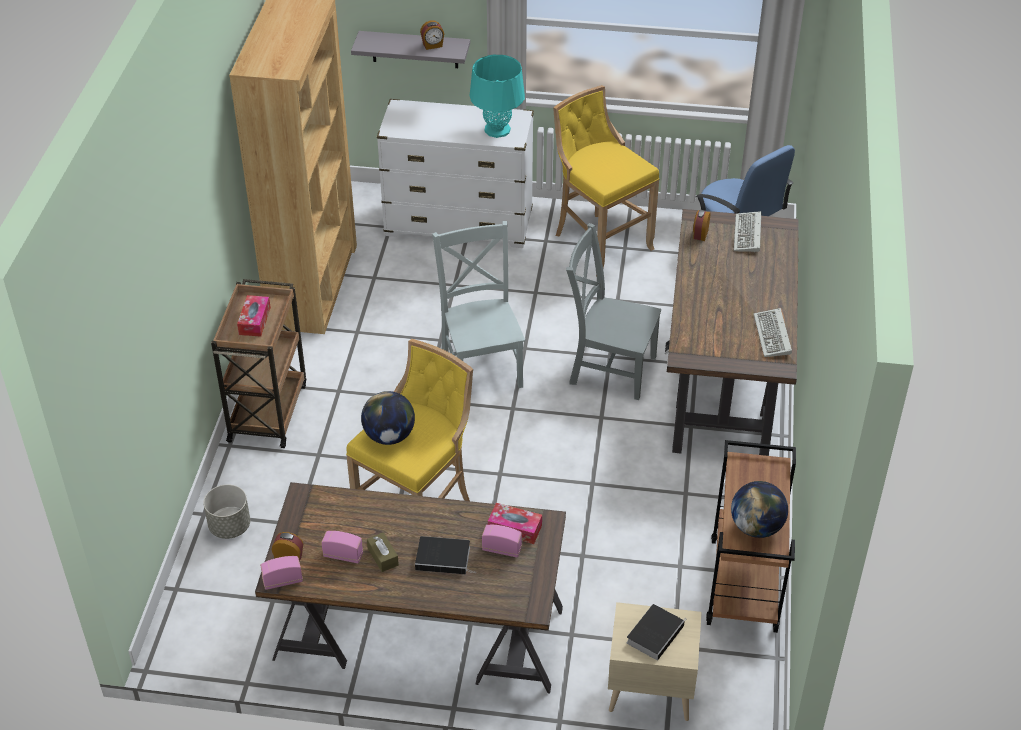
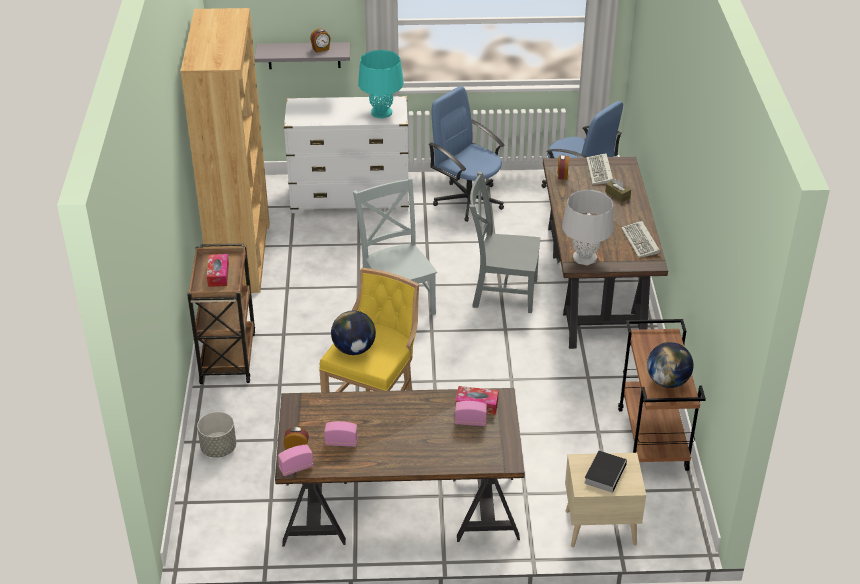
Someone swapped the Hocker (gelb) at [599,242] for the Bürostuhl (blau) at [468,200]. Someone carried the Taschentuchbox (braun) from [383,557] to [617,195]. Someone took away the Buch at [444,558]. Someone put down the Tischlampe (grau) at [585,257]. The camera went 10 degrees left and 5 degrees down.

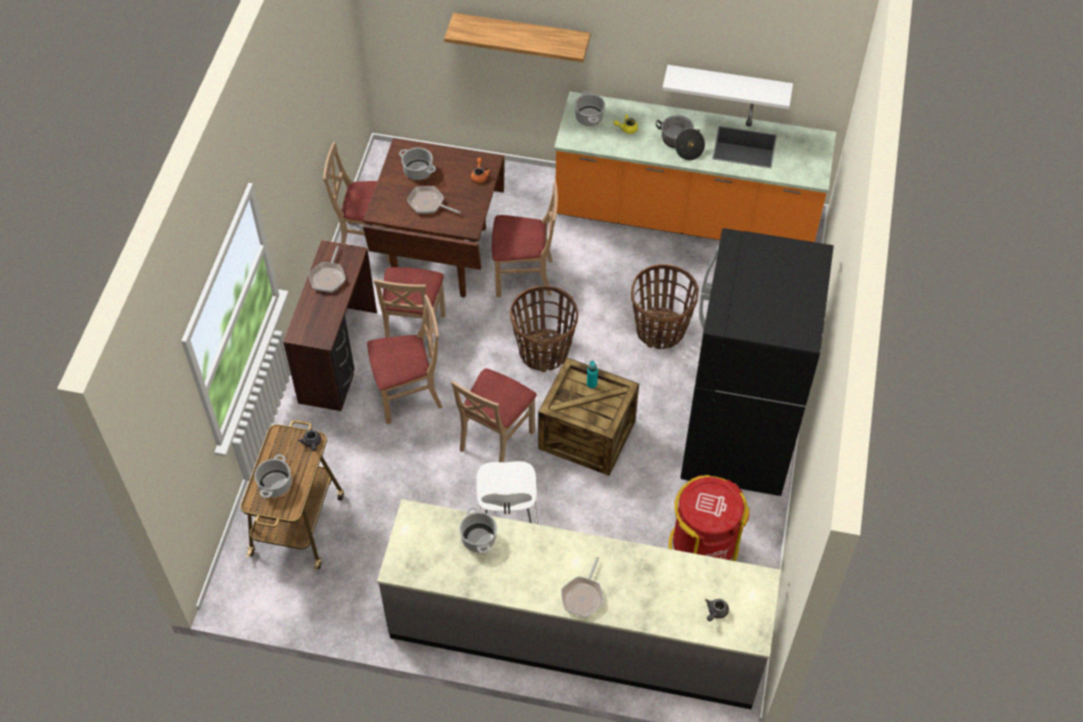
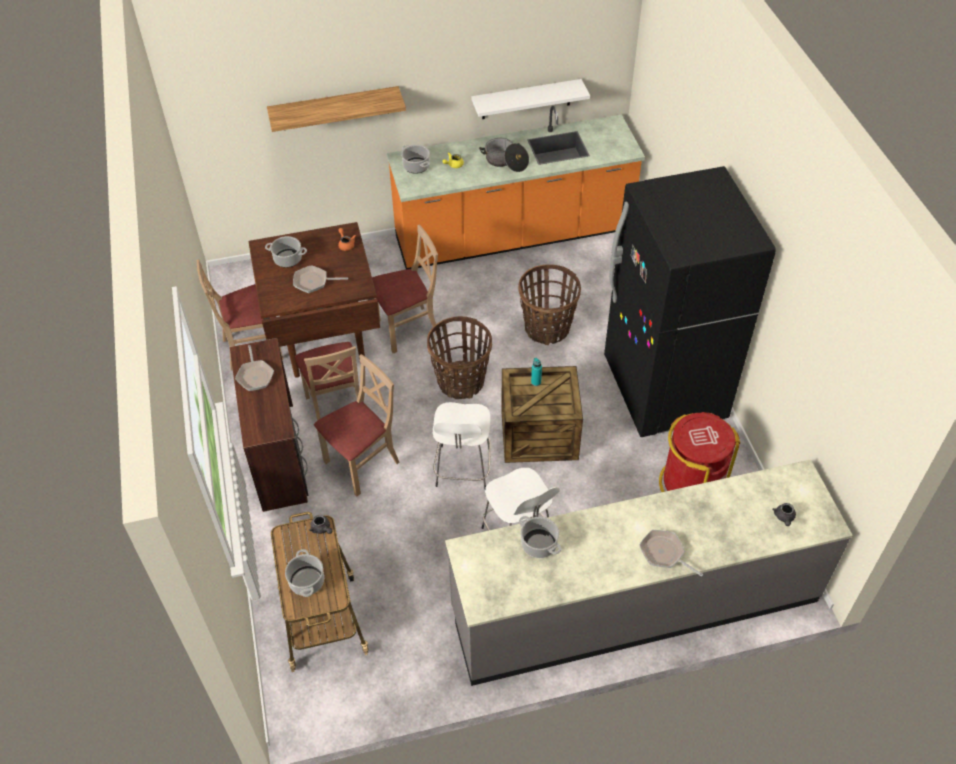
Someone swapped the Stuhl (beige) at [495,439] for the Hocker (weiß) at [462,469]. Someone rotated the Pfanne at [583,596] by 135 degrees clockwise. The camera went 25 degrees left and 5 degrees down.

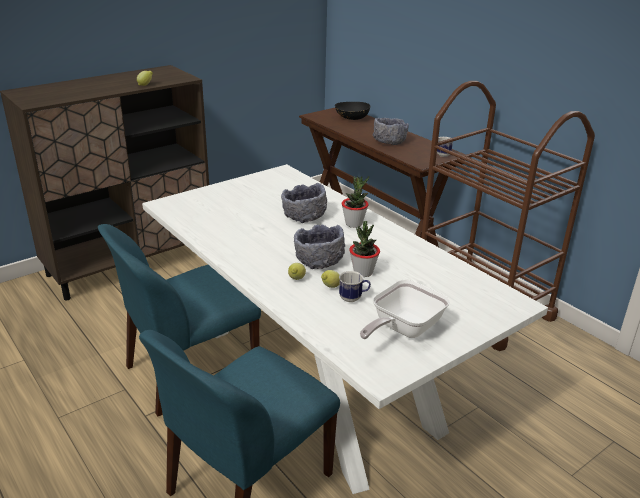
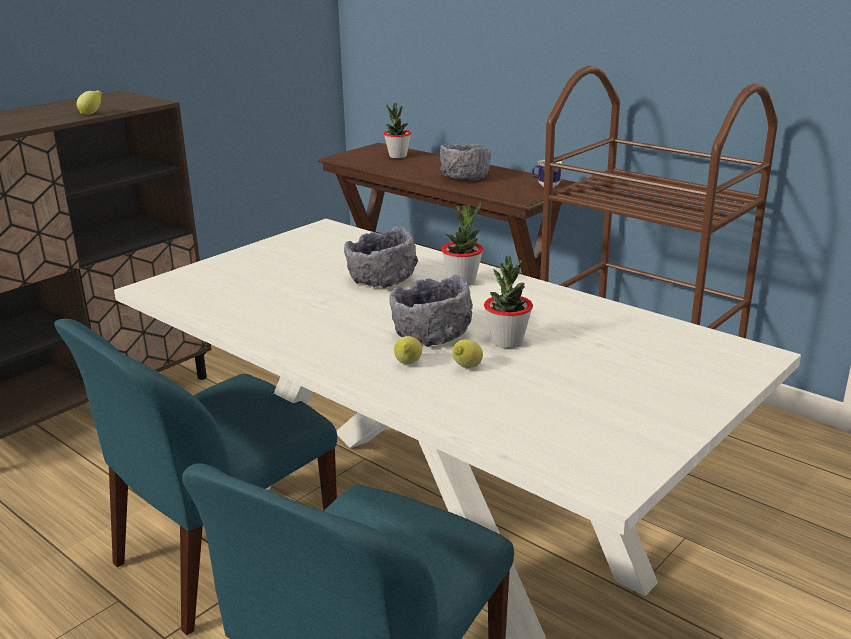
Someone swapped the Schüssel (schwarz) at [351,119] for the Topfpflanze at [398,156]. Someone took away the Henkelbecher at [353,298]. Someone took away the Pfanne at [402,329]. The camera went 10 degrees left and 5 degrees down.

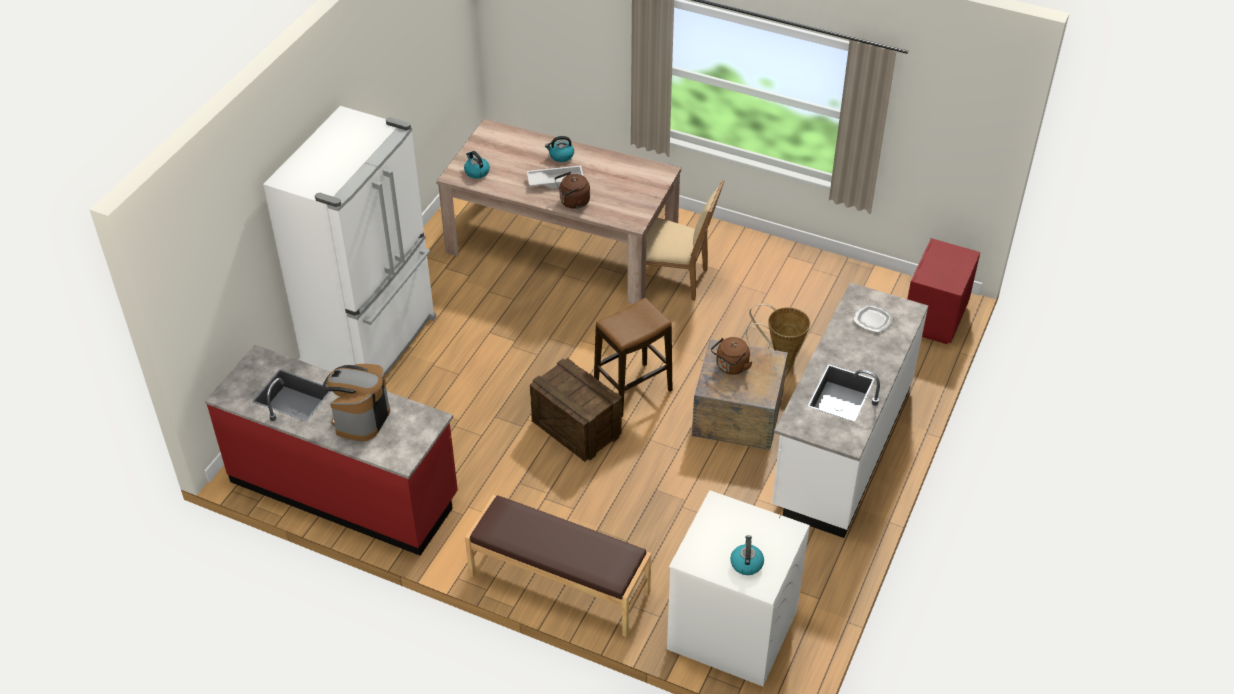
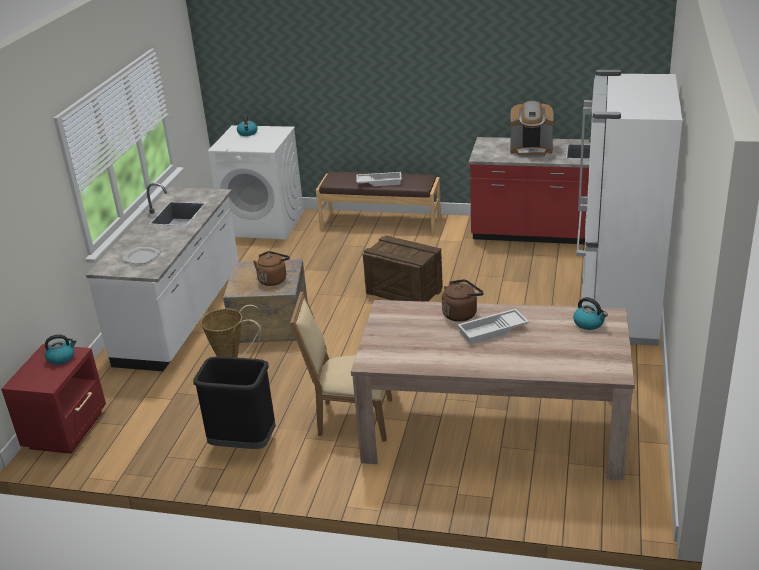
Someone carried the Wasserkessel from [561,156] to [61,358]. Someone took away the Hocker at [632,391]. Someone rotated the Kaffeemaschine at [360,419] by 90 degrees clockwise. Someone put down the Tablett (weiß) at [379,182]. Someone put down the Mülleimer (schwarz) at [243,444]. The camera went 170 degrees right and 15 degrees down.

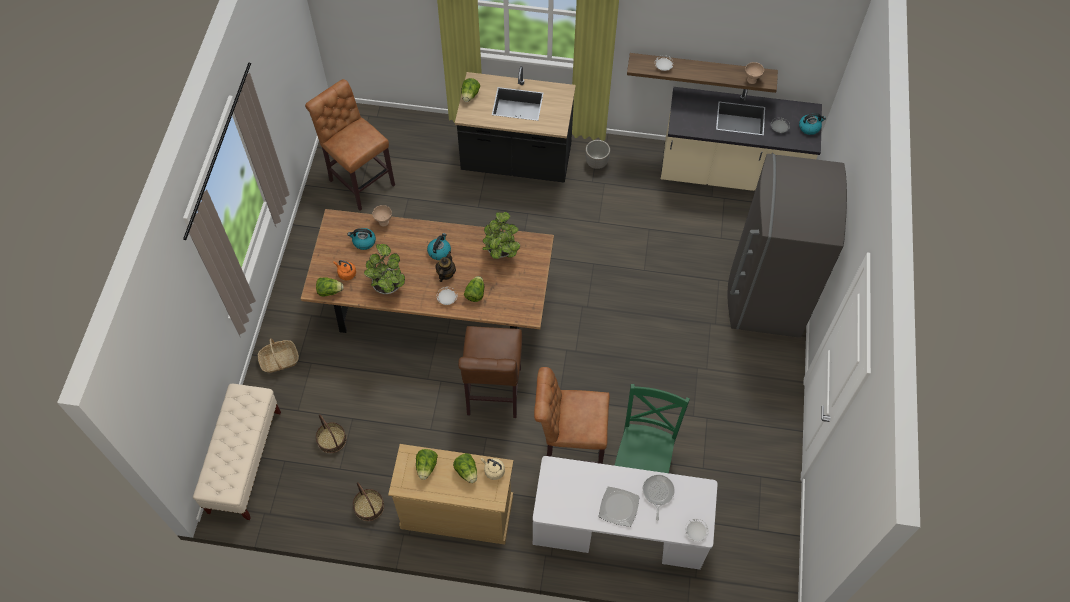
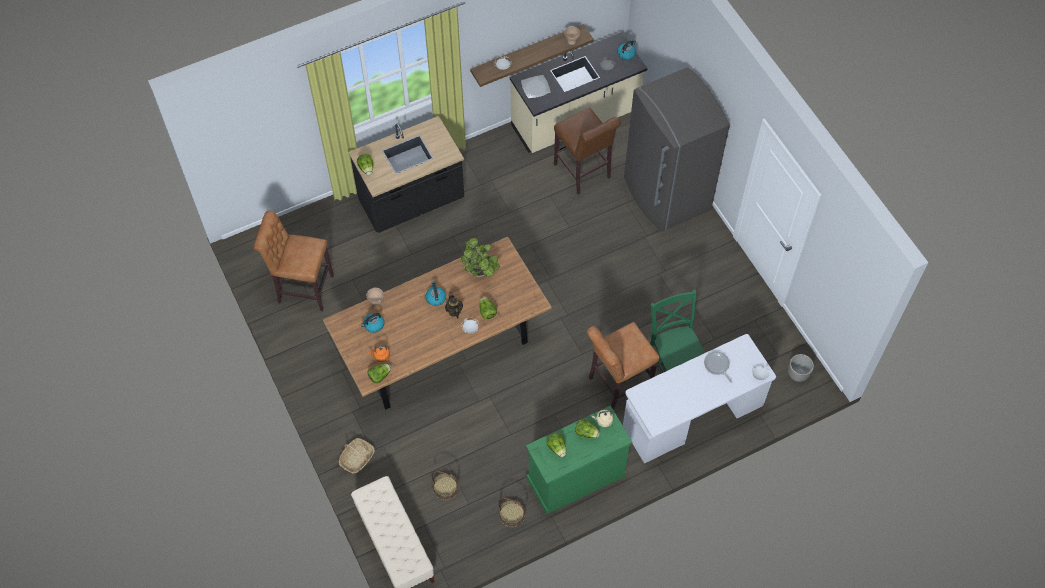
Someone carried the Pflanzkübel from [596,163] to [797,375]. Someone took away the Topfpflanze at [387,285]. Someone carried the Hocker (braun) from [493,395] to [584,173]. Someone repainted the Kommode (beige) at [457,511], which became the Kommode (grün) at [575,477]. Someone carried the Teller from [619,507] to [535,87]. The camera went 35 degrees left and 0 degrees up.

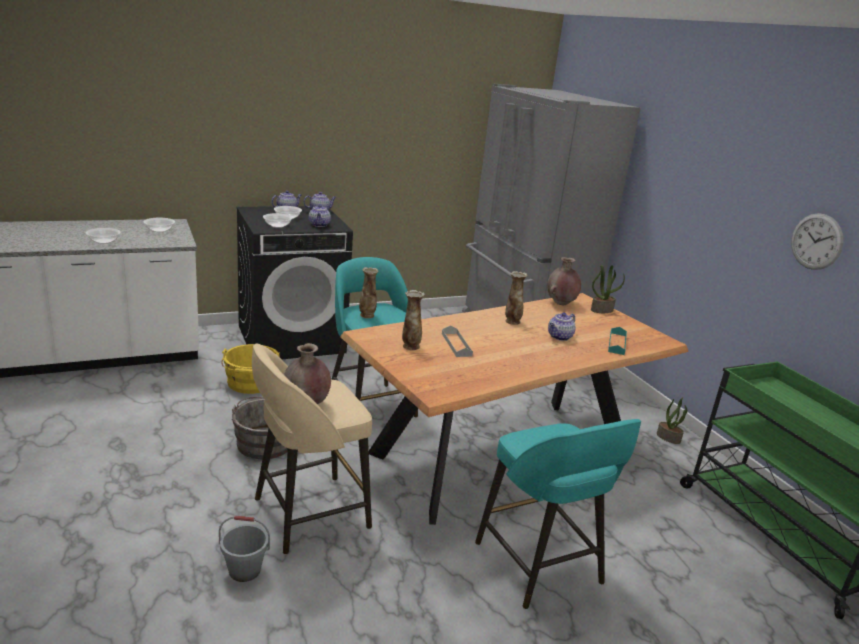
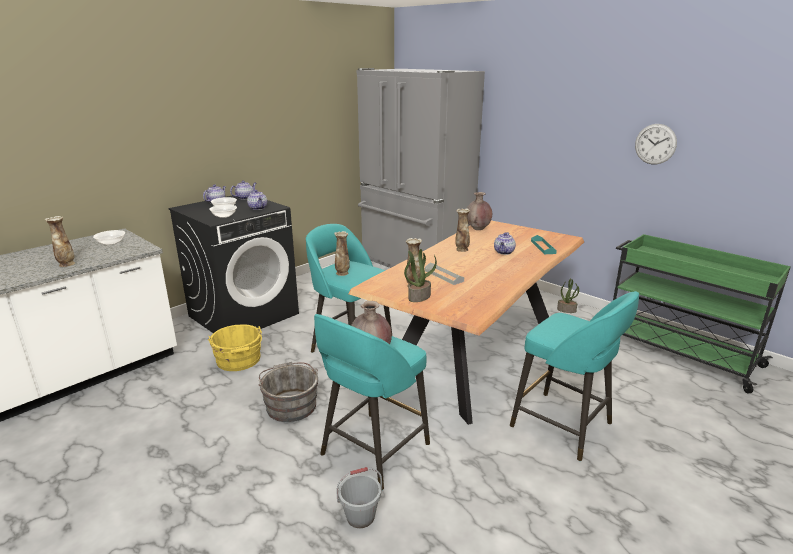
Someone swapped the Schüssel at [104,241] for the Vase at [66,264]. Someone carried the Topfpflanze from [602,310] to [419,297]. Someone repainted the Hocker (beige) at [308,514], which became the Hocker (türkis) at [373,451]. The camera went 20 degrees left and 0 degrees up.

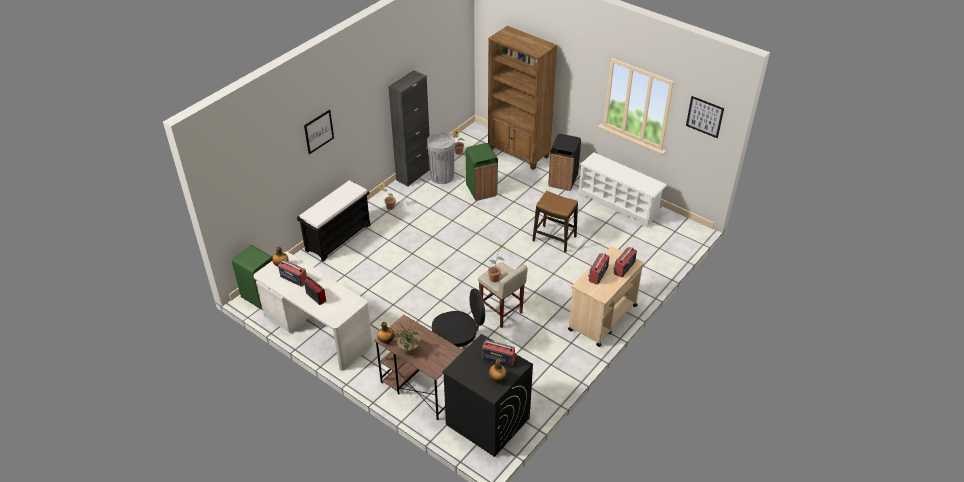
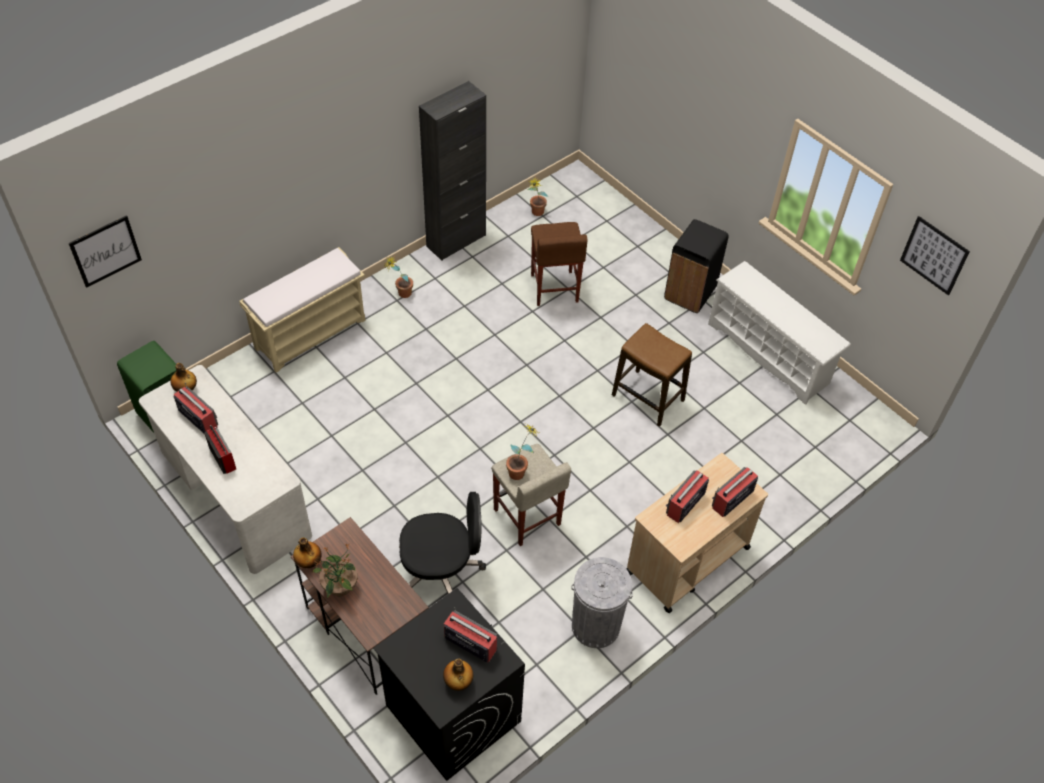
Someone took away the Bücherregal (braun) at [519,153]. Someone carried the Bild from [319,131] to [105,251]. Someone carried the Mülleimer (grau) from [442,176] to [595,626]. Someone swapped the Mülleimer (grün) at [481,191] for the Hocker (braun) at [554,288]. Someone repainted the Bank (schwarz) at [338,237], which became the Bank (beige) at [311,333]. The camera went 10 degrees right and 10 degrees up.

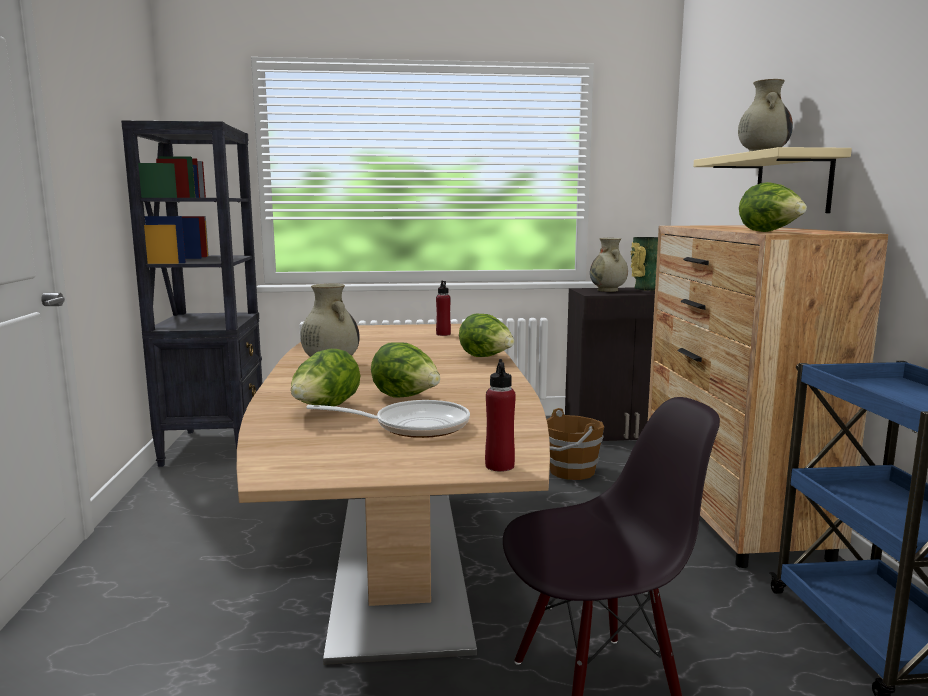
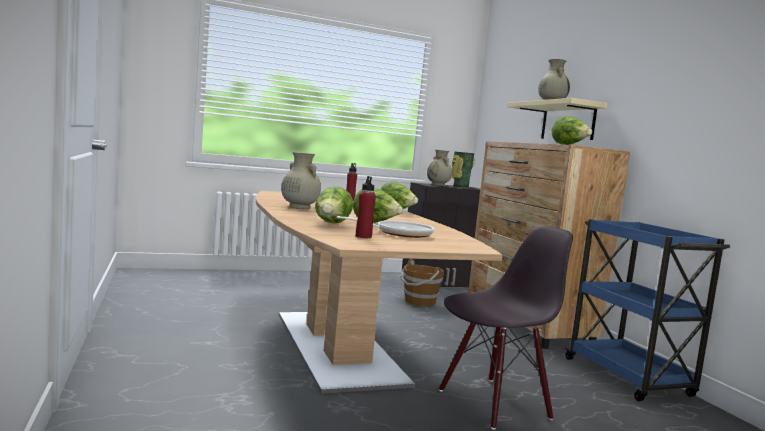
Someone took away the Bücherregal (schwarz) at [215,446]. Someone carried the Flasche (rot) from [499,466] to [363,236]. The camera went 15 degrees left and 5 degrees down.

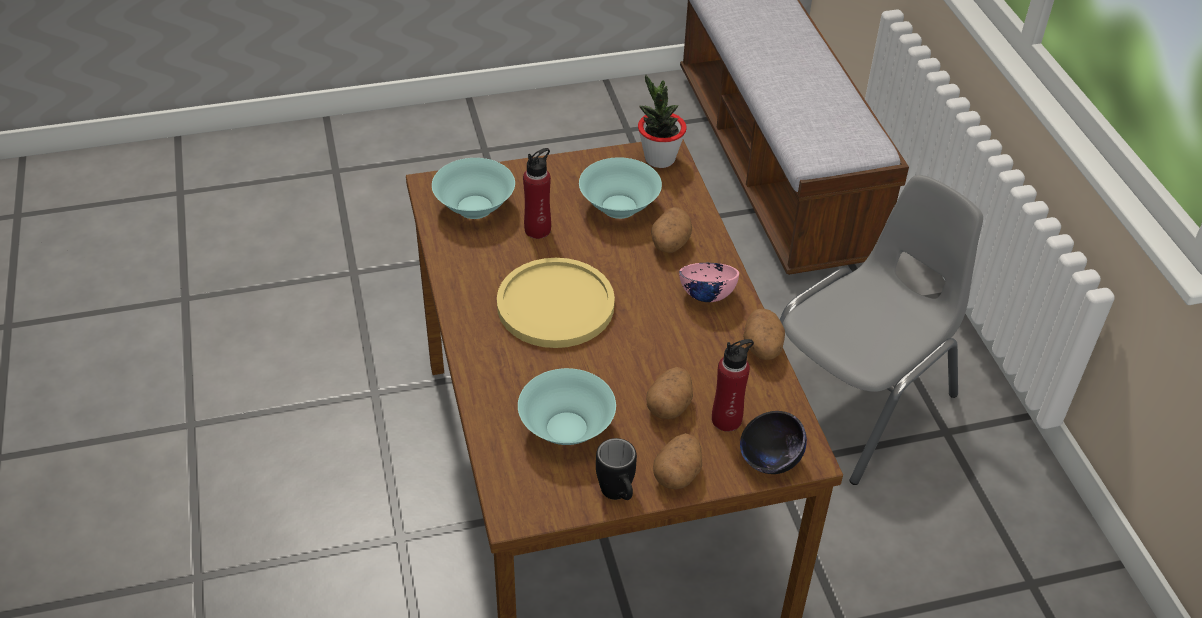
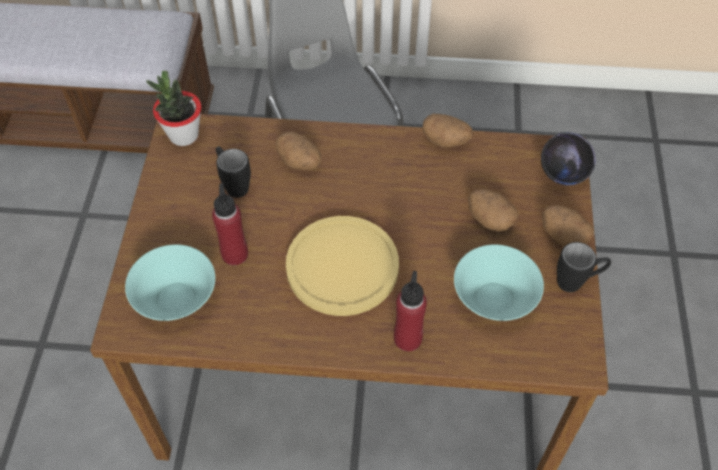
Someone swapped the Schüssel (türkis) at [618,207] for the Henkelbecher (schwarz) at [233,184]. Someone took away the Schüssel (rosa) at [707,294]. Someone carried the Flasche (rot) from [726,419] to [408,338]. The camera went 70 degrees left and 10 degrees up.

